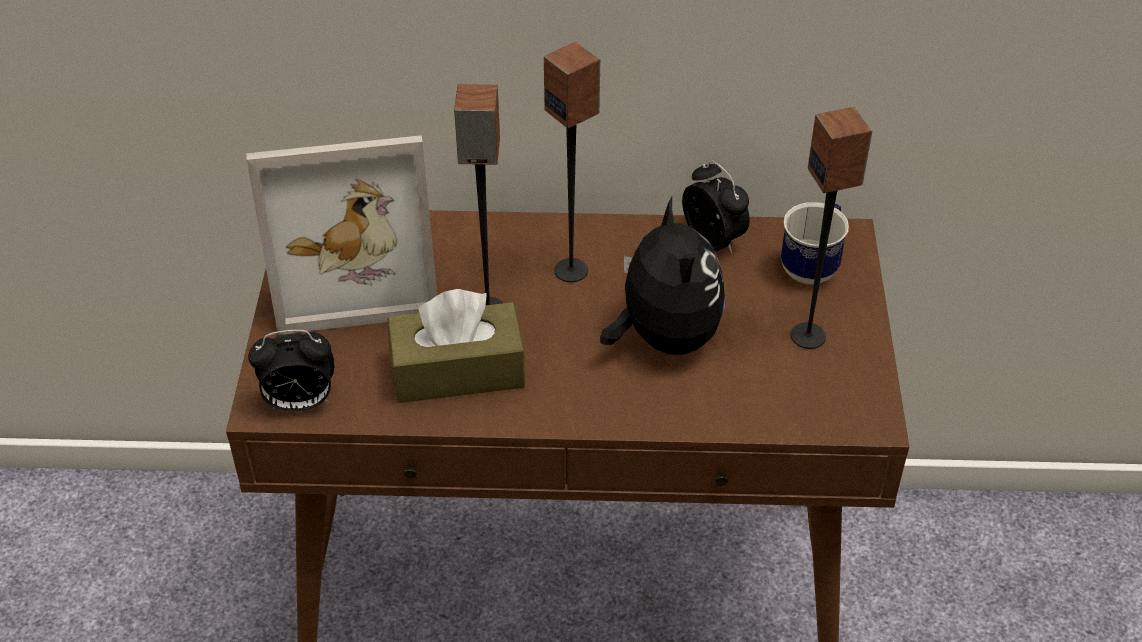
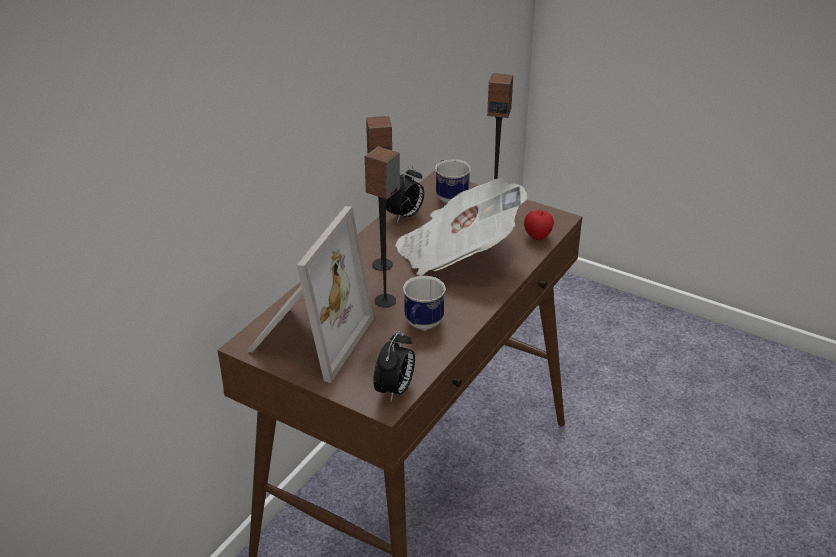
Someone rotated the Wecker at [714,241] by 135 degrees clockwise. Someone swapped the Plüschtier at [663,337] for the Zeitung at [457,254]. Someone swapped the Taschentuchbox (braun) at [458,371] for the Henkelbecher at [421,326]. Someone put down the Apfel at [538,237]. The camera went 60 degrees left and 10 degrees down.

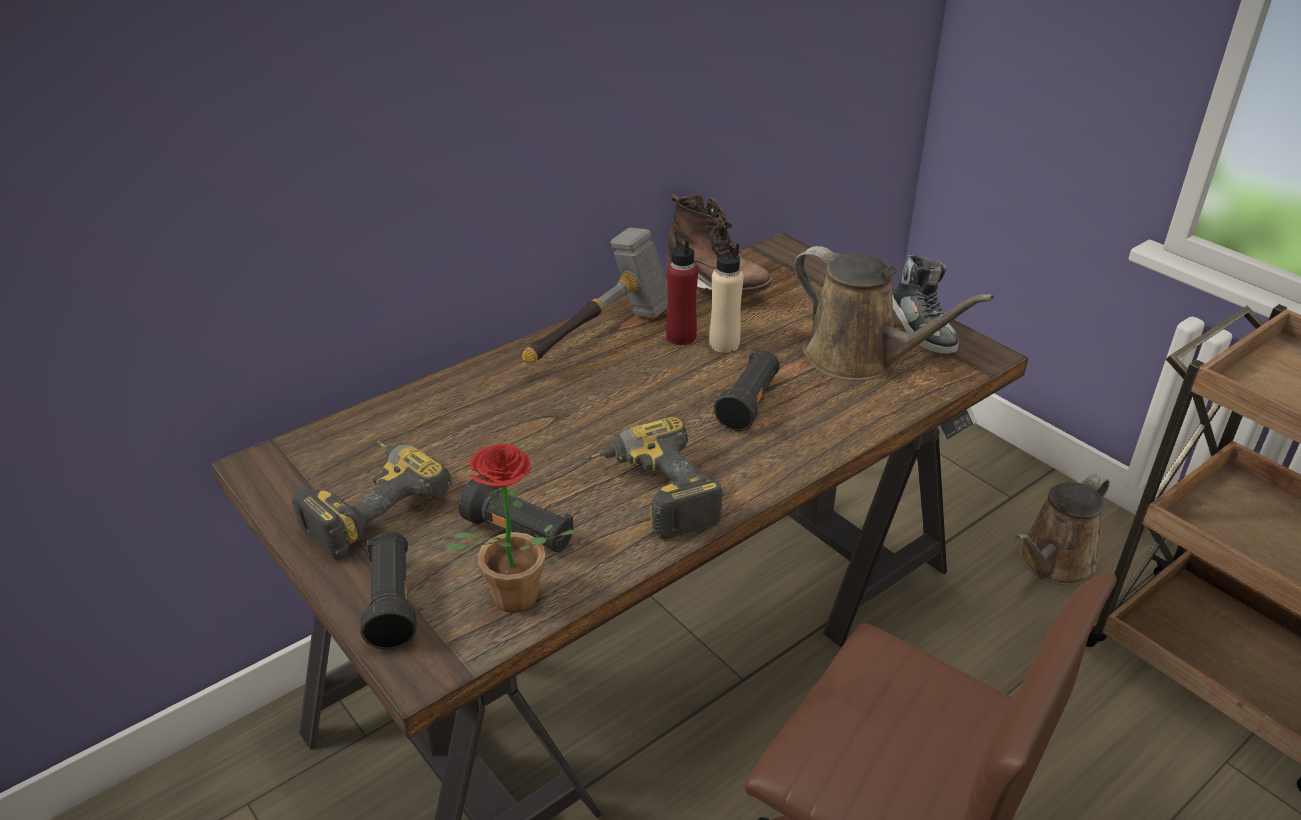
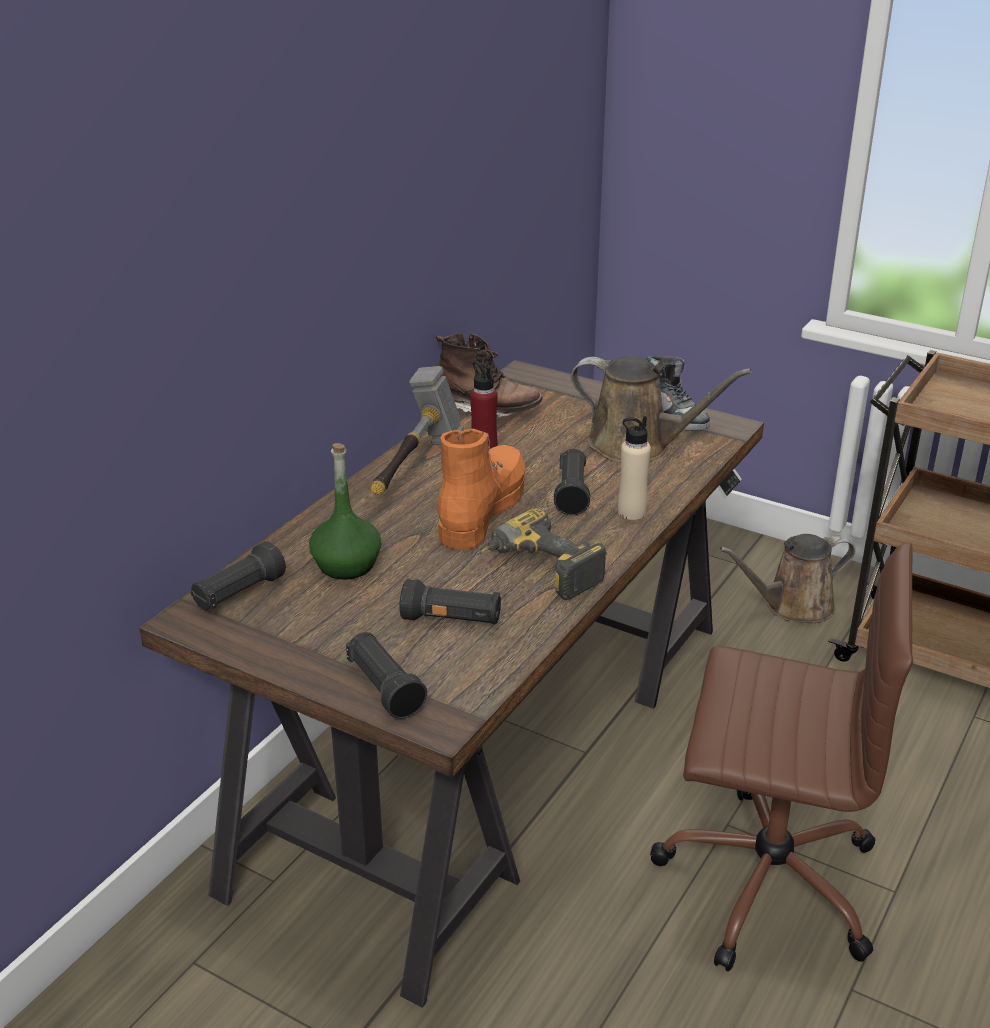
Someone carried the Flasche (beige) from [724,344] to [631,512]. Someone took away the Bohrmaschine at [369,506]. Someone took away the Topfpflanze at [511,604]. Someone rotated the Gießkanne (braun) at [1054,563] by 45 degrees clockwise. Someone put down the Stiefel (orange) at [481,511]. Someone put down the Flasche (grün) at [347,565]. Someone put down the Taschenlampe (schwarz) at [238,594]. The camera went 20 degrees left and 5 degrees down.

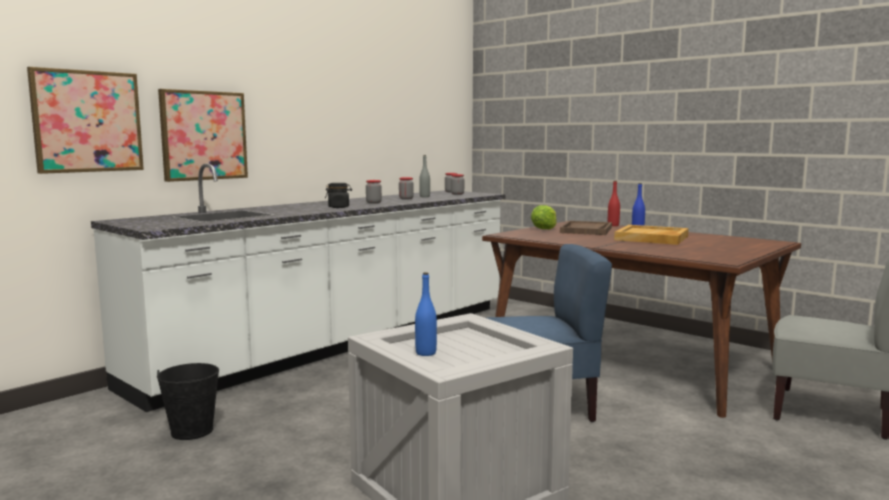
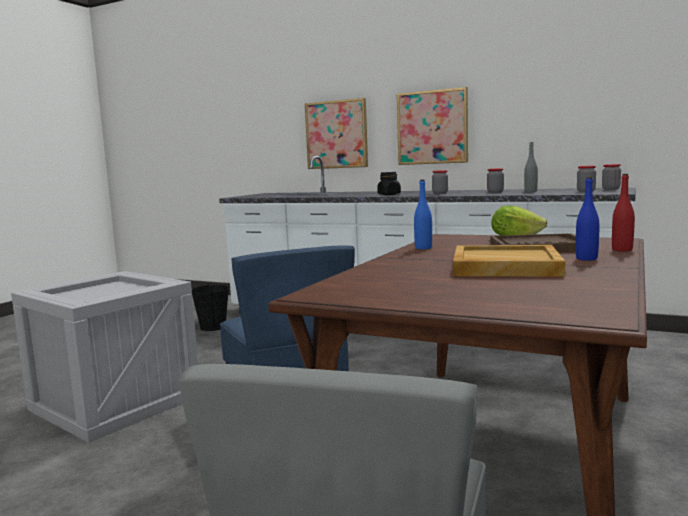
Someone carried the Bild from [87,121] to [432,127]. Someone carried the Flasche (blau) from [426,353] to [423,248]. The camera went 75 degrees right and 0 degrees up.

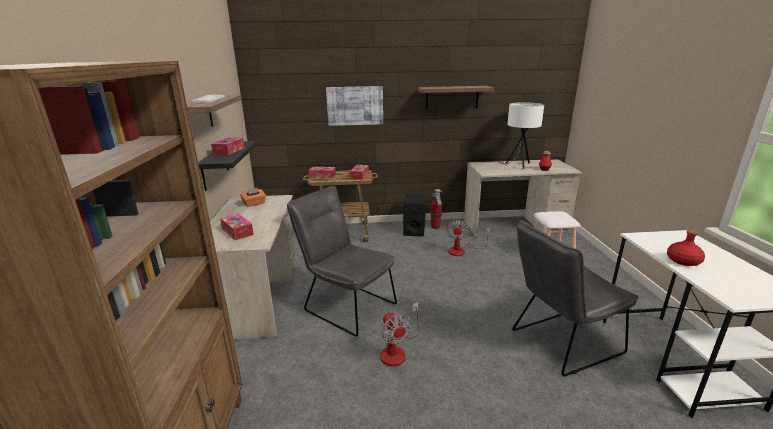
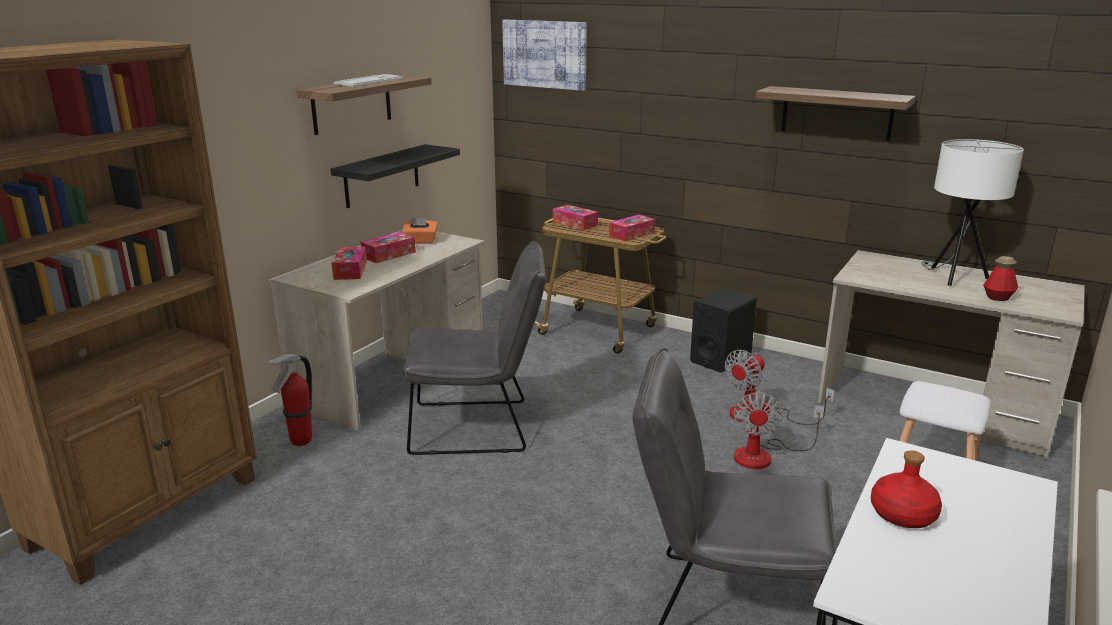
Someone carried the Bild from [355,106] to [544,54]. Someone carried the Taschentuchbox from [229,151] to [389,255]. Someone rotated the Stuhl (grau) at [346,305] by 105 degrees clockwise. Someone carried the Feuerlöscher from [435,227] to [300,441]. Someone carried the Ventilator from [397,350] to [764,455]. The camera went 35 degrees right and 0 degrees up.

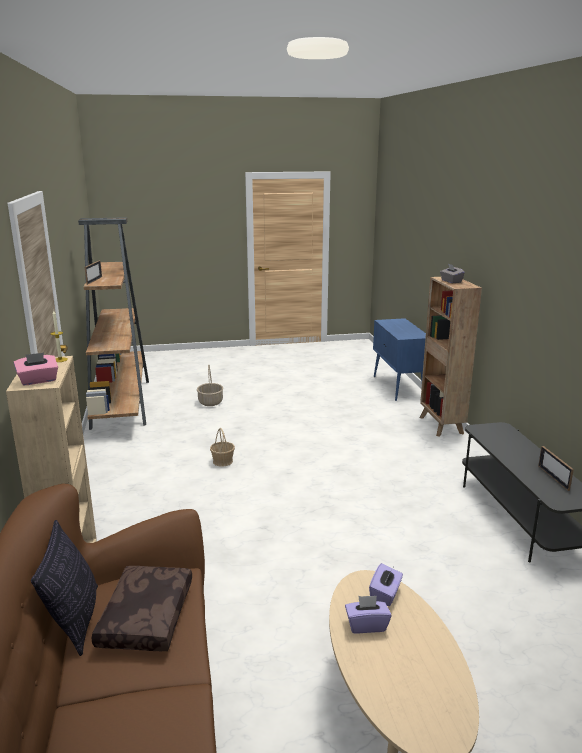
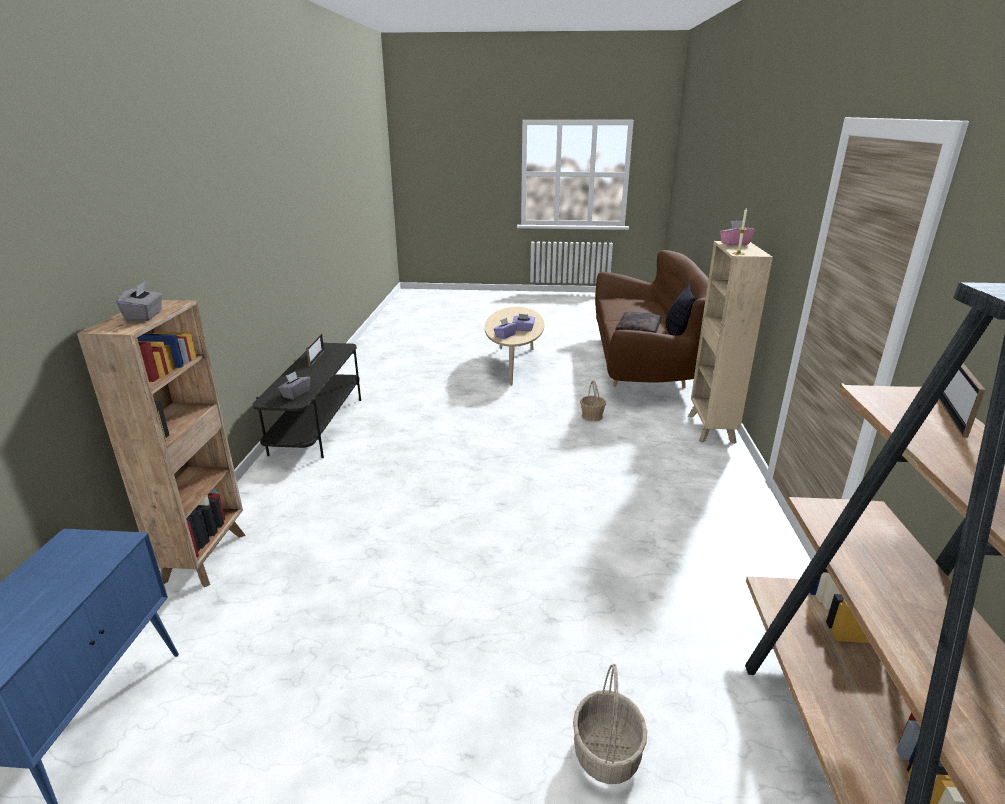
Someone carried the Korb from [223,461] to [592,416]. Someone put down the Taschentuchbox (grau) at [296,394]. The camera went 165 degrees left and 5 degrees up.

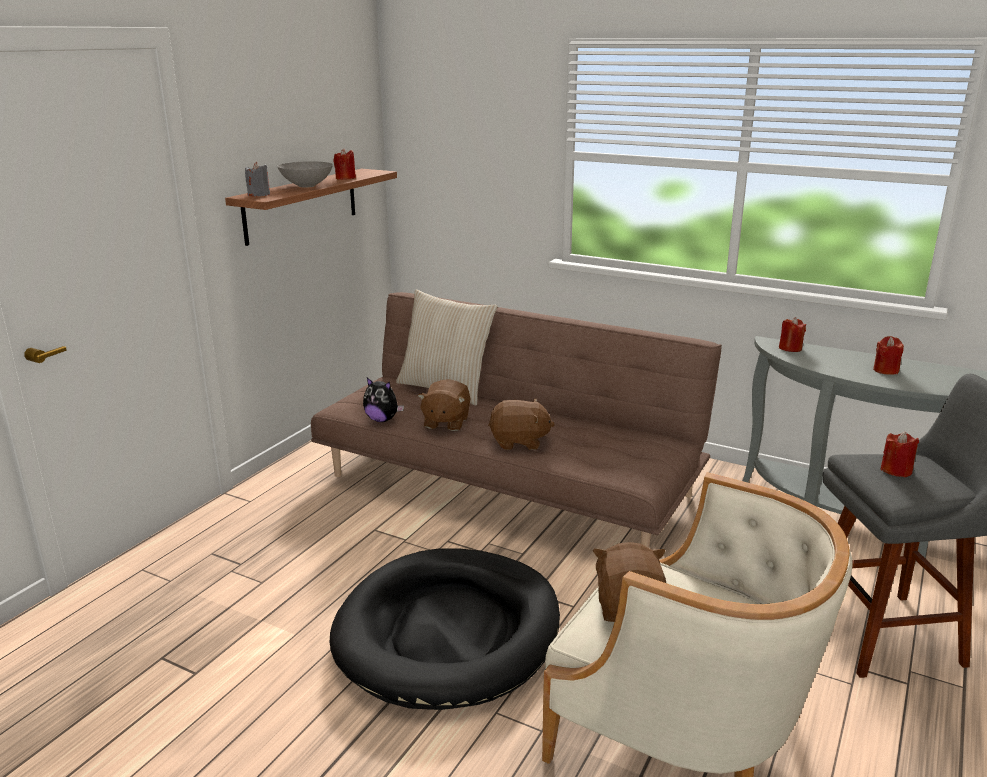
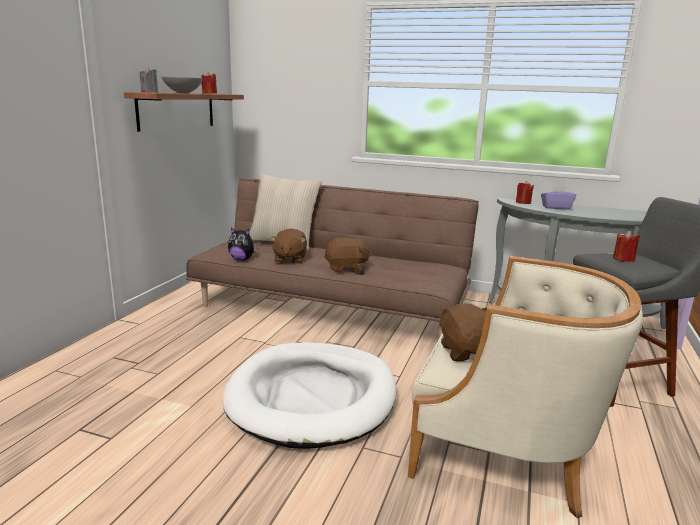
Someone took away the Kerze (rot) at [885,370]. Someone repainted the Hundebett (schwarz) at [449,632], which became the Hundebett (weiß) at [312,397]. Someone put down the Taschentuchbox (lila) at [556,207]. The camera went 10 degrees left and 5 degrees down.

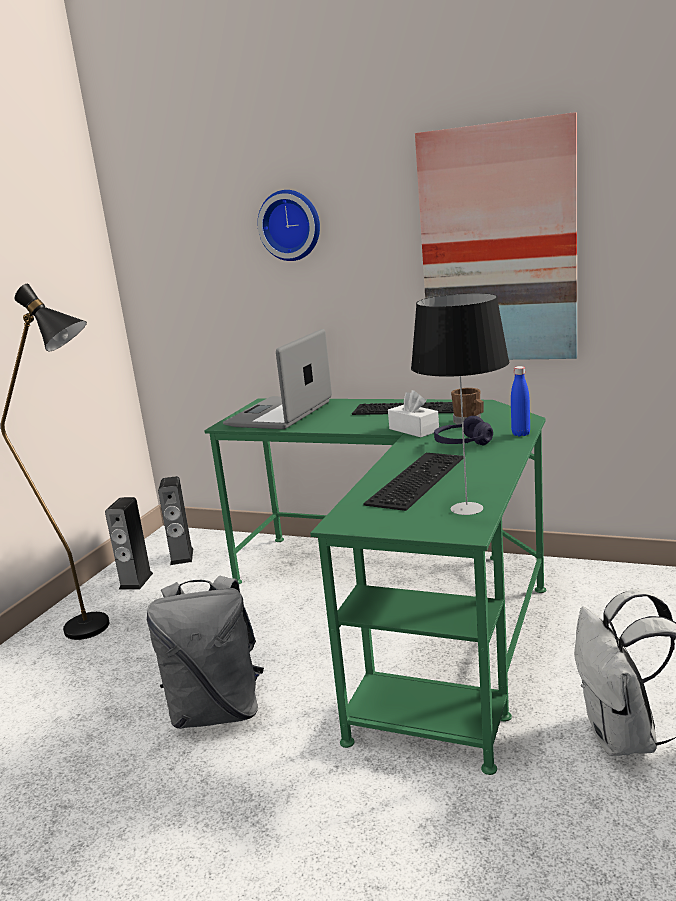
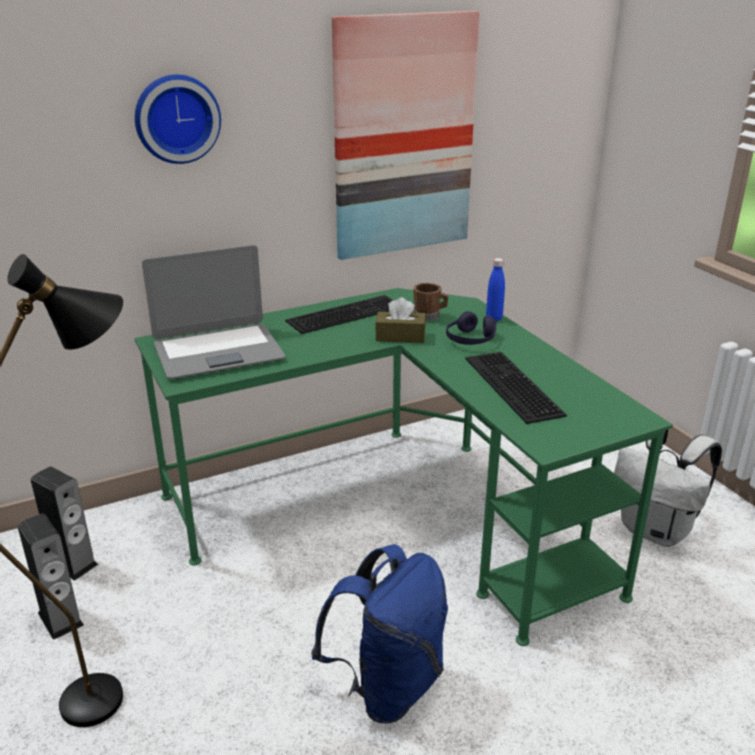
Someone took away the Tischlampe at [467,509]. Someone rotated the Laptop at [280,414] by 90 degrees counterclockwise. Someone repainted the Taschentuchbox (weiß) at [414,430], which became the Taschentuchbox (braun) at [400,336]. Someone repainted the Rucksack (grau) at [217,711], which became the Rucksack (blau) at [387,686]. The camera went 50 degrees left and 10 degrees up.

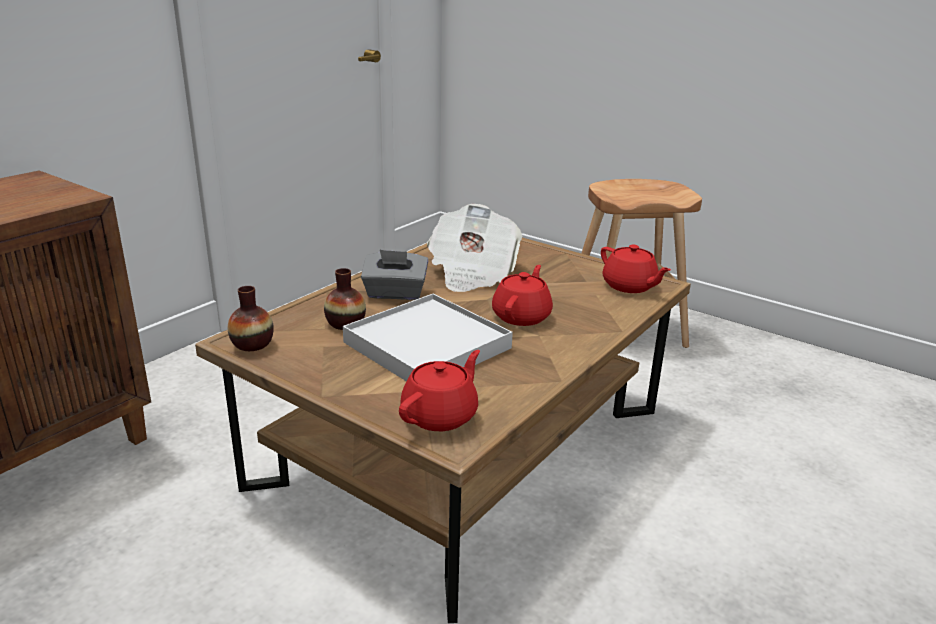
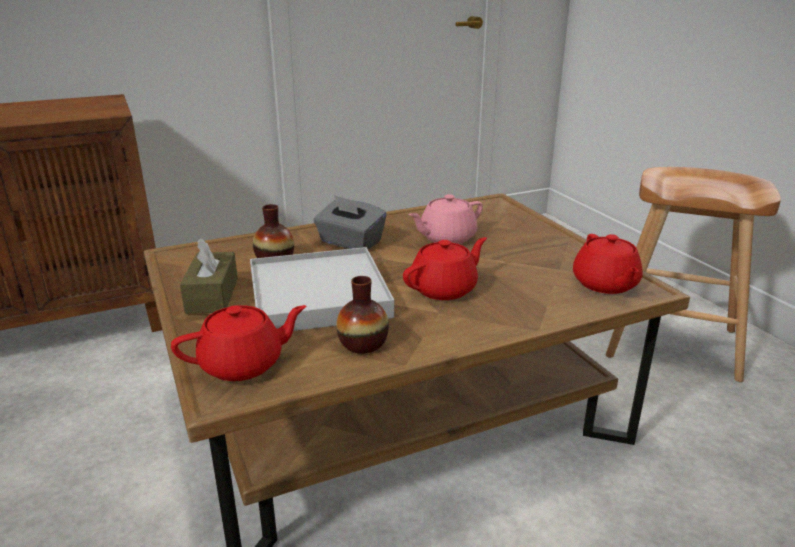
Someone swapped the Zeitung at [472,273] for the Teekanne (rosa) at [446,238]. Someone carried the Vase from [252,344] to [363,344]. Someone put down the Taschentuchbox (braun) at [212,295]. The camera went 30 degrees right and 0 degrees up.

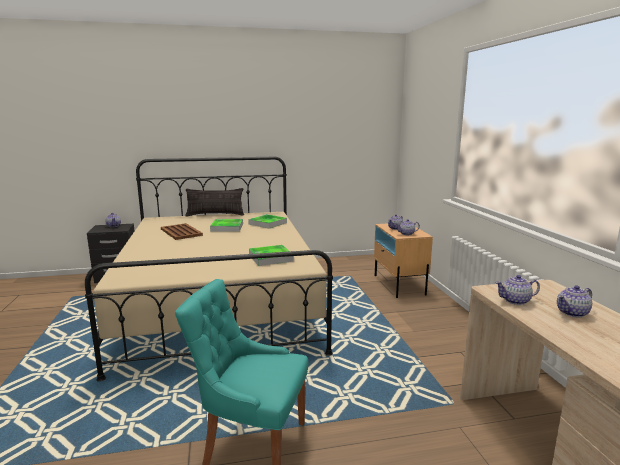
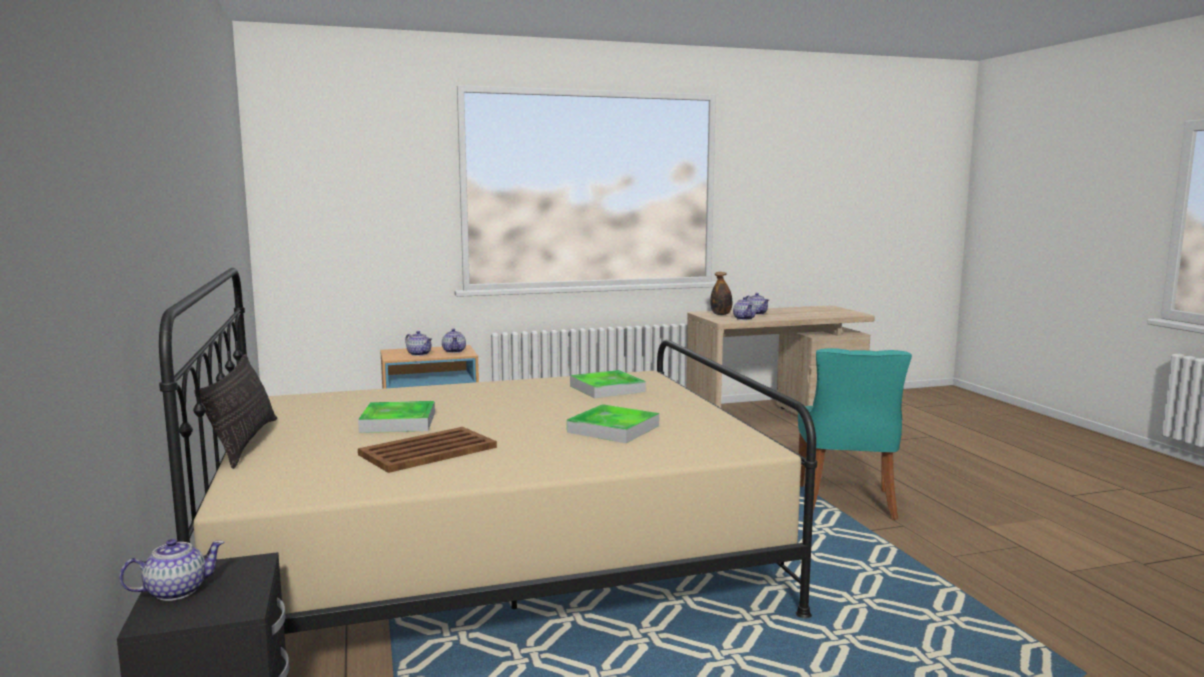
Someone carried the Tablett from [267,223] to [613,429]. Someone put down the Flasche at [721,314]. The camera went 95 degrees left and 5 degrees down.

